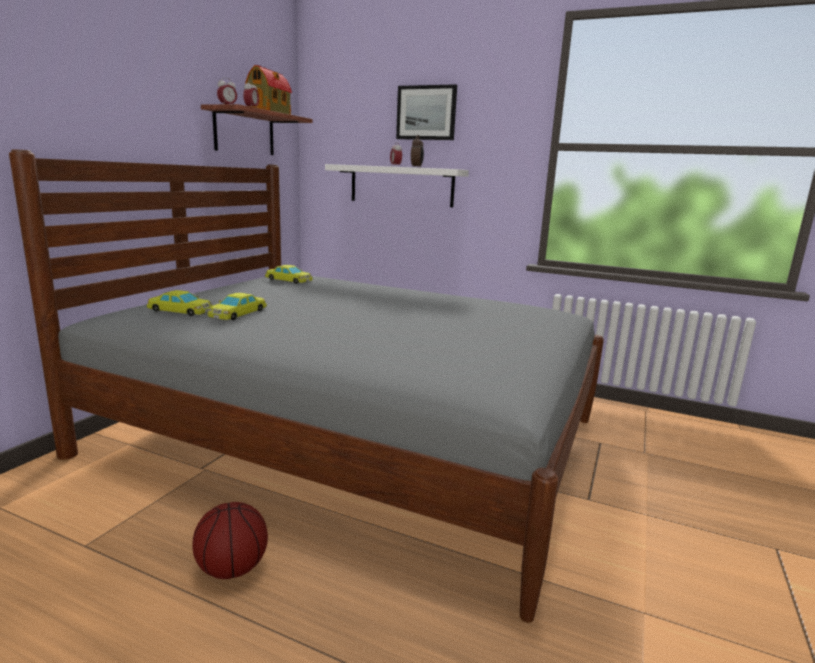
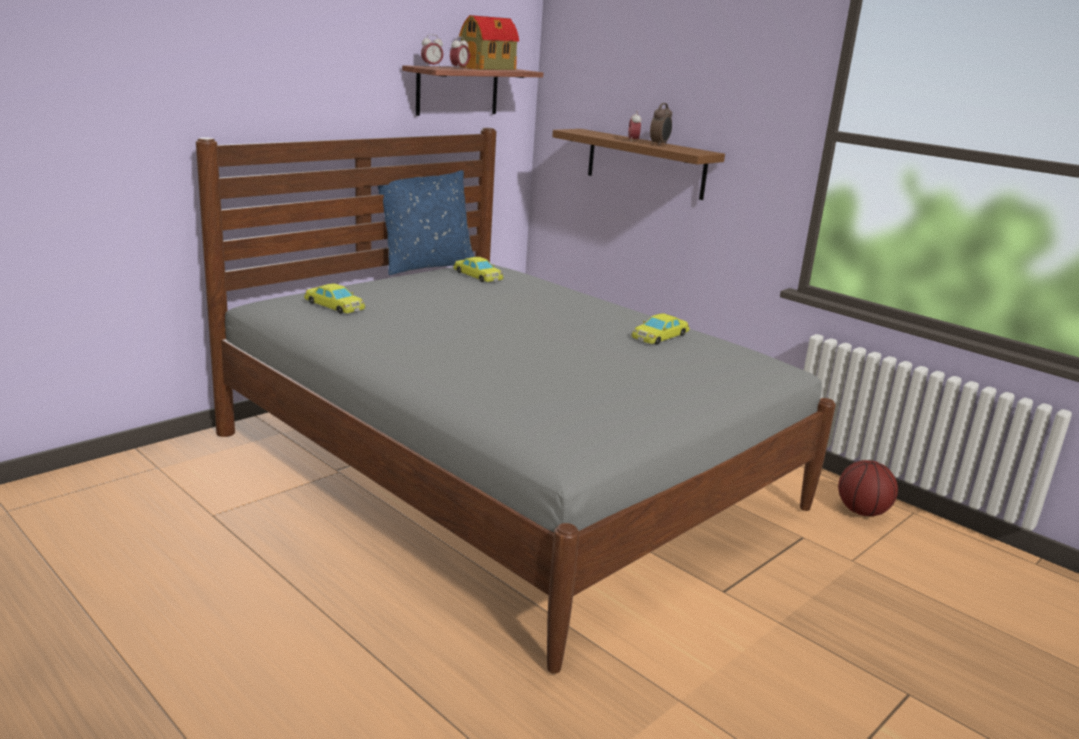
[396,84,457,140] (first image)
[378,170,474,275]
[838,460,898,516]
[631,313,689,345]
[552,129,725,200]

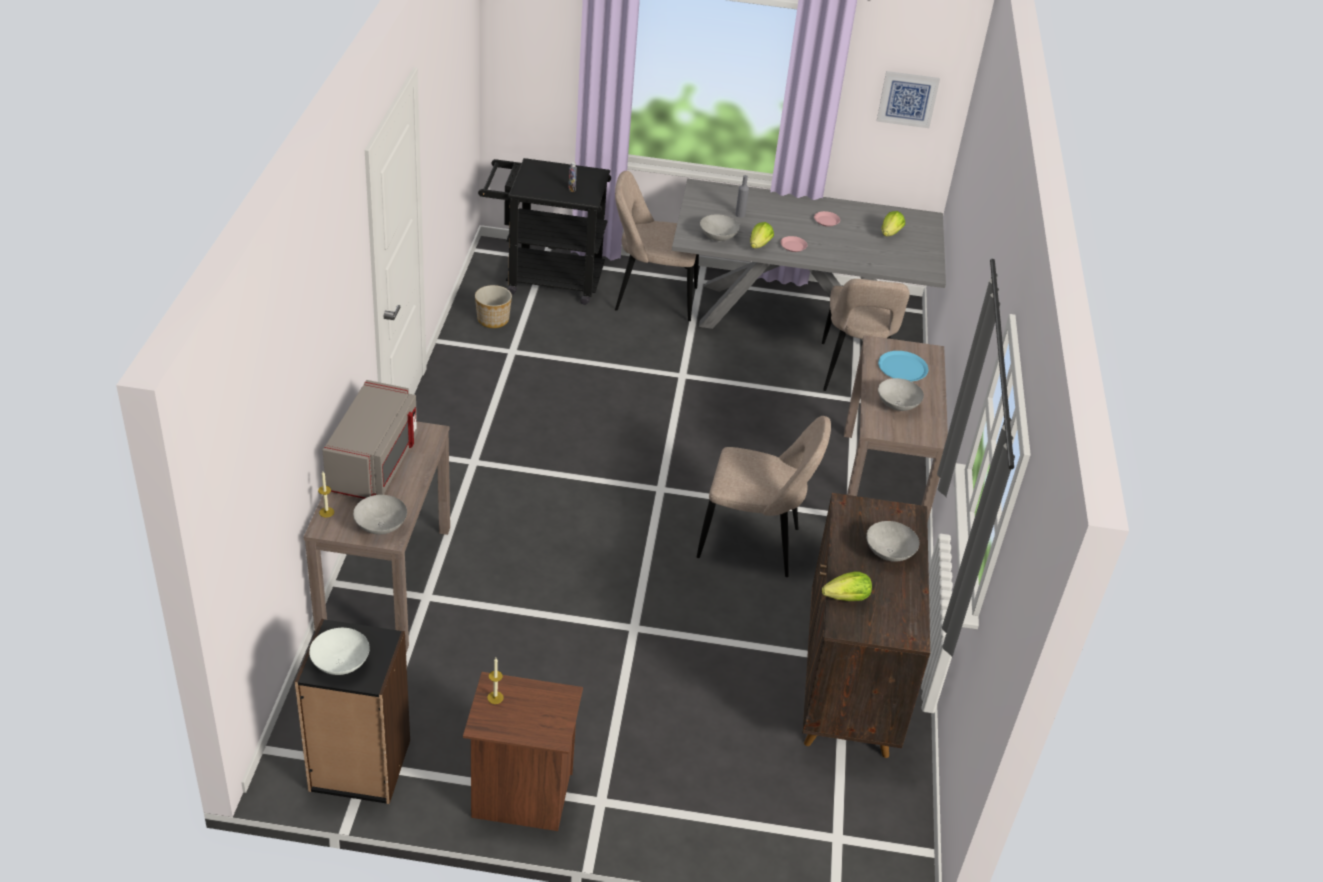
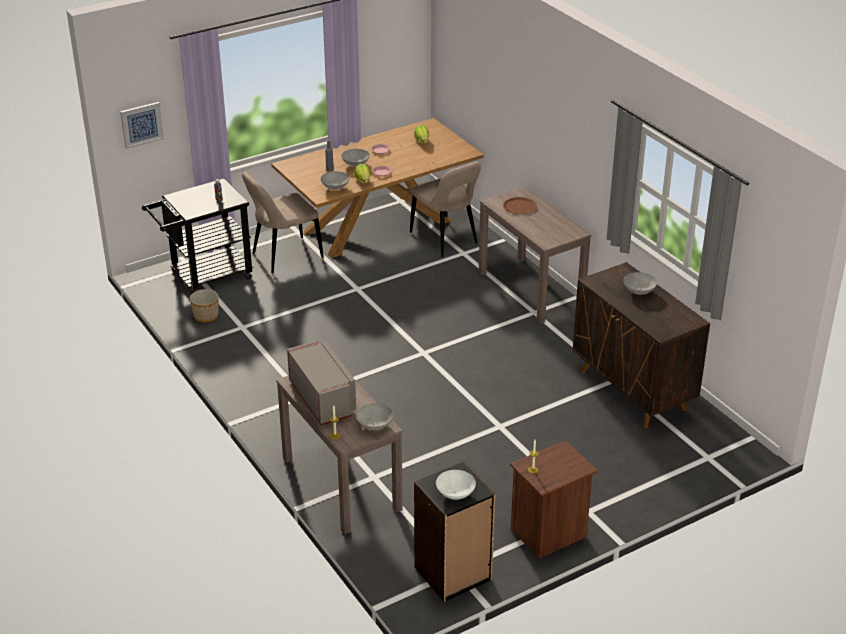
[697,416,831,577] (first image)
[822,571,872,601] (first image)
[120,102,164,149]
[342,149,370,167]
[271,118,484,258]
[503,197,537,214]

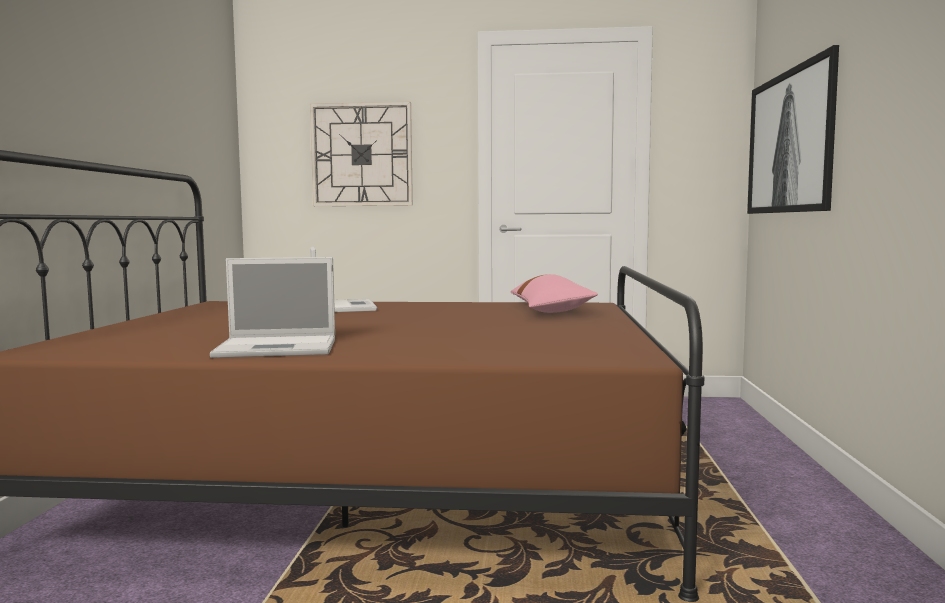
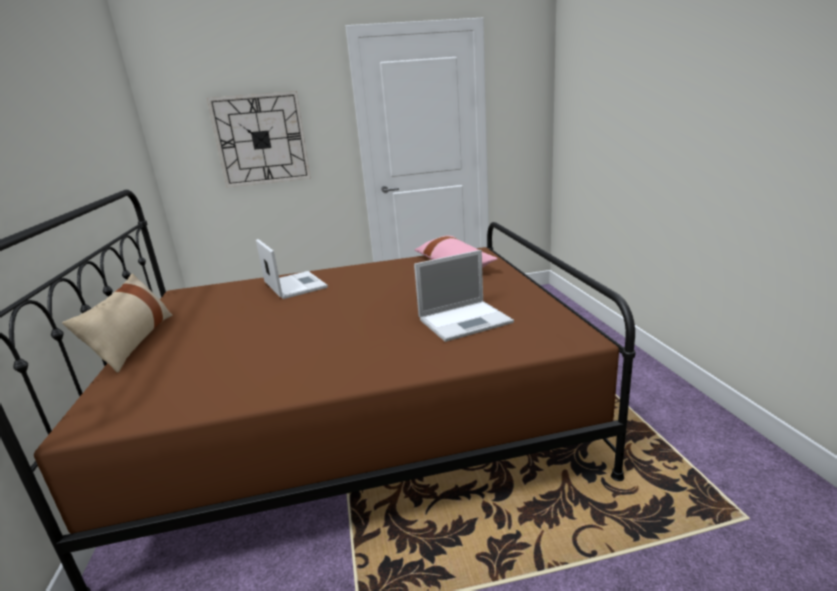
[747,45,839,214] (first image)
[62,274,172,373]
[414,250,514,342]

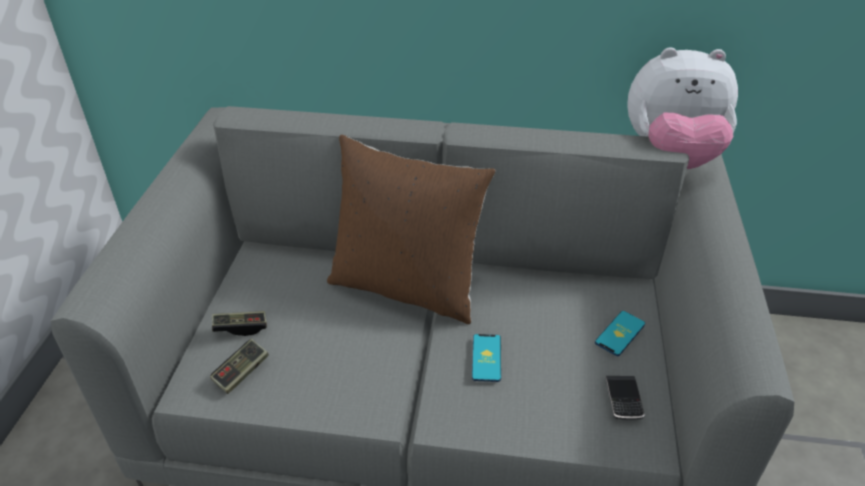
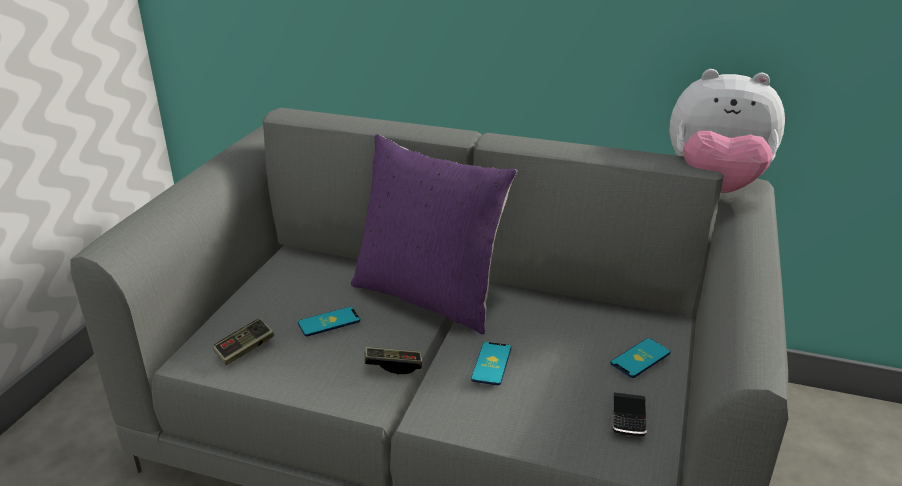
[298,307,360,336]
[364,347,423,374]
[351,134,517,334]

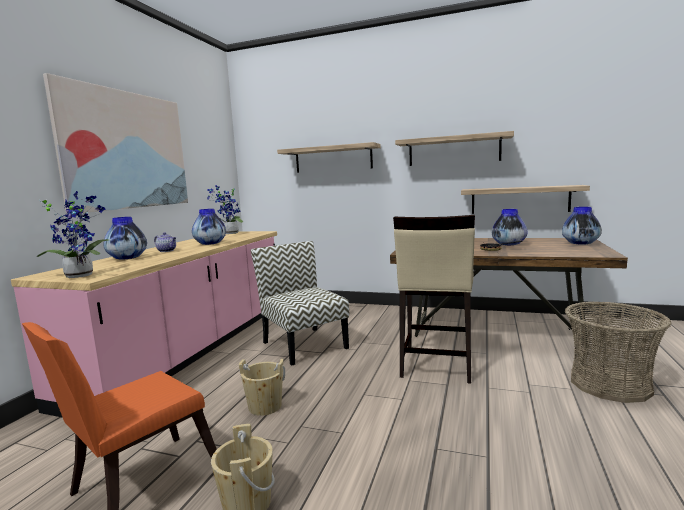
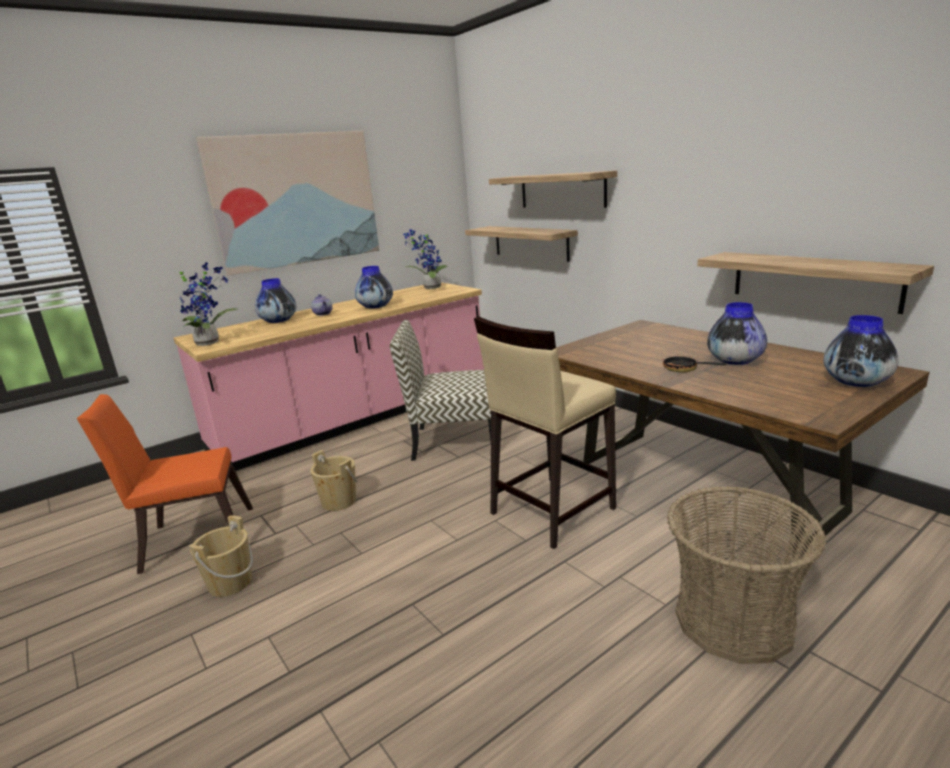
[465,226,578,262]
[390,320,491,461]

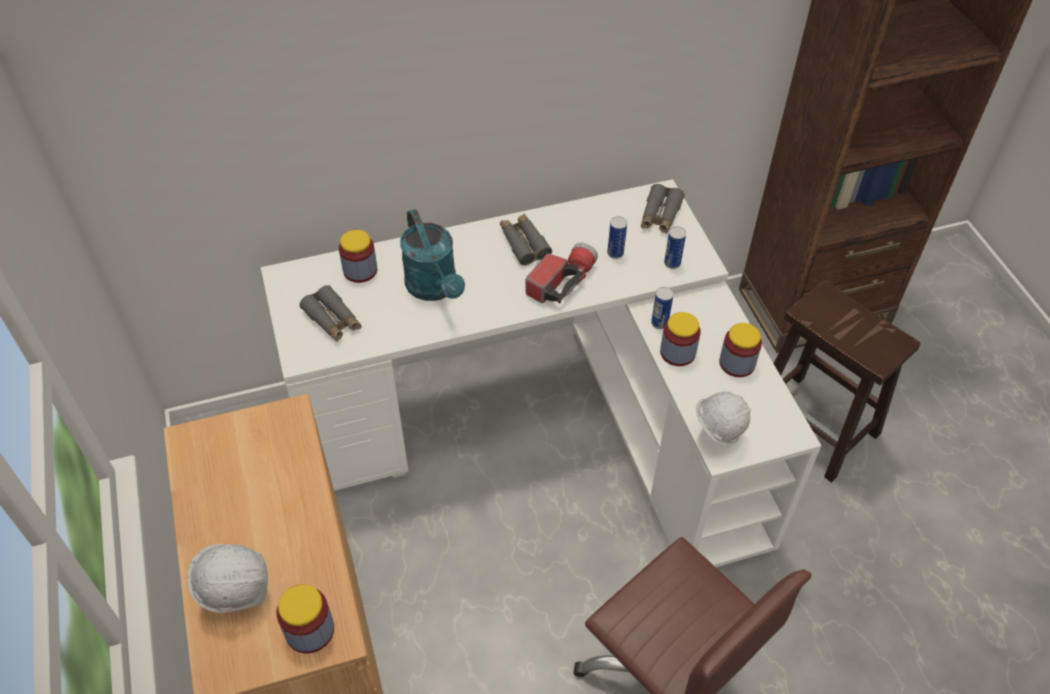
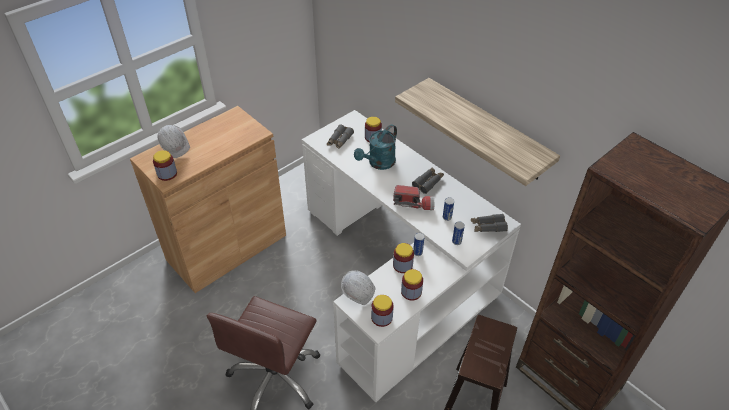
[371,295,394,327]
[395,78,560,186]

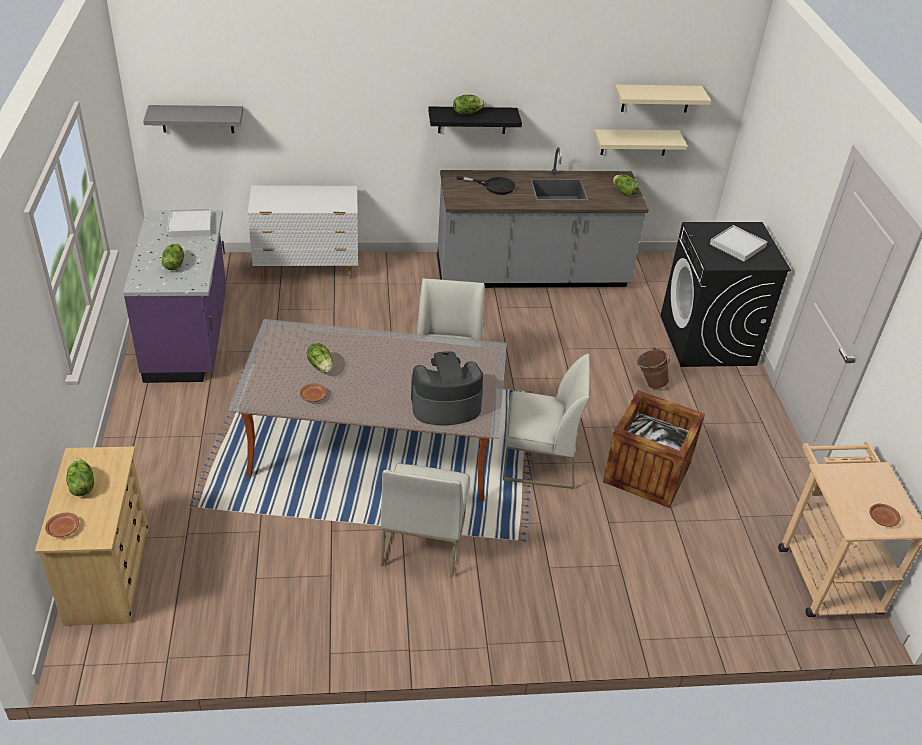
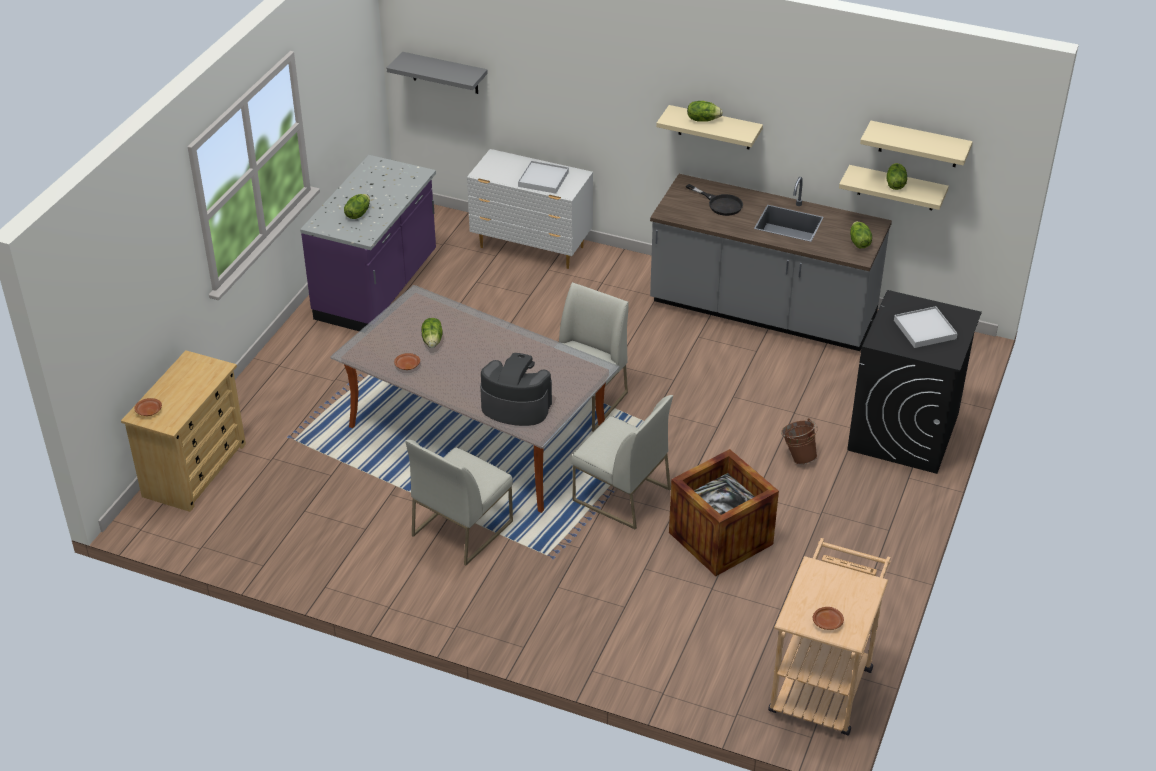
[886,163,907,190]
[518,161,569,194]
[656,105,763,149]

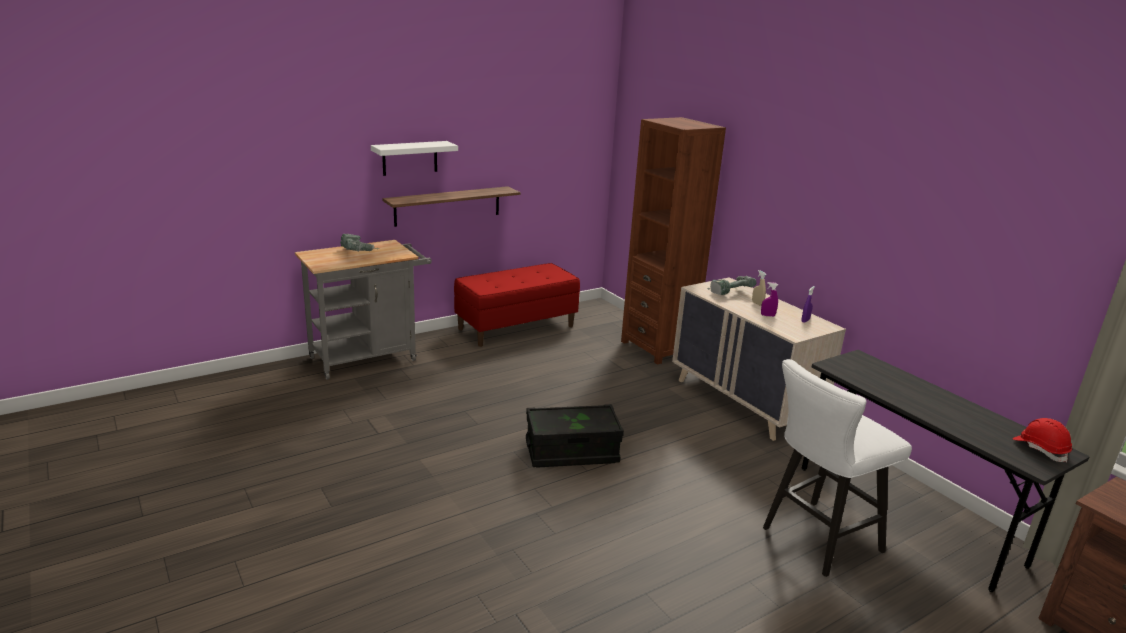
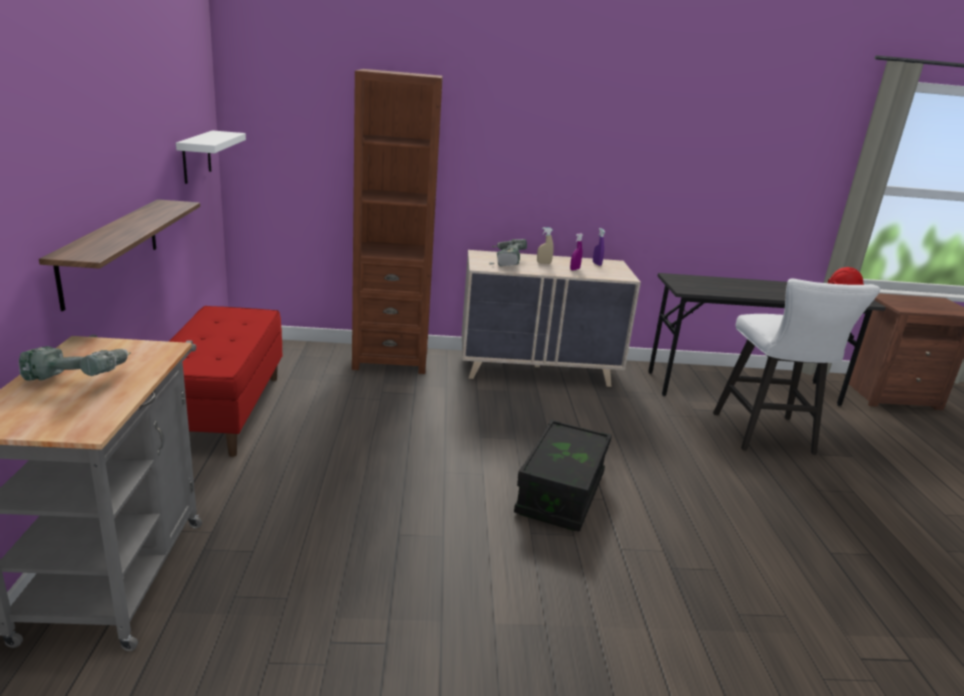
[176,130,246,184]

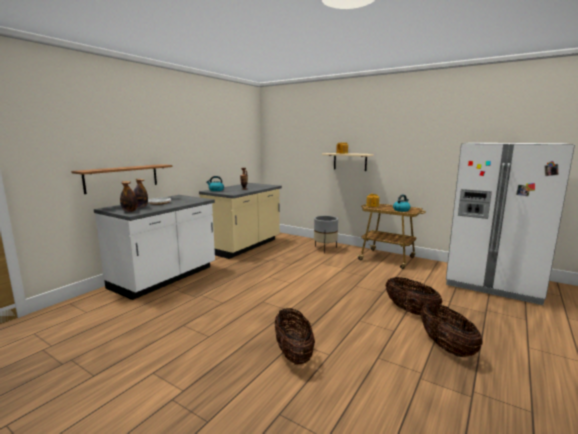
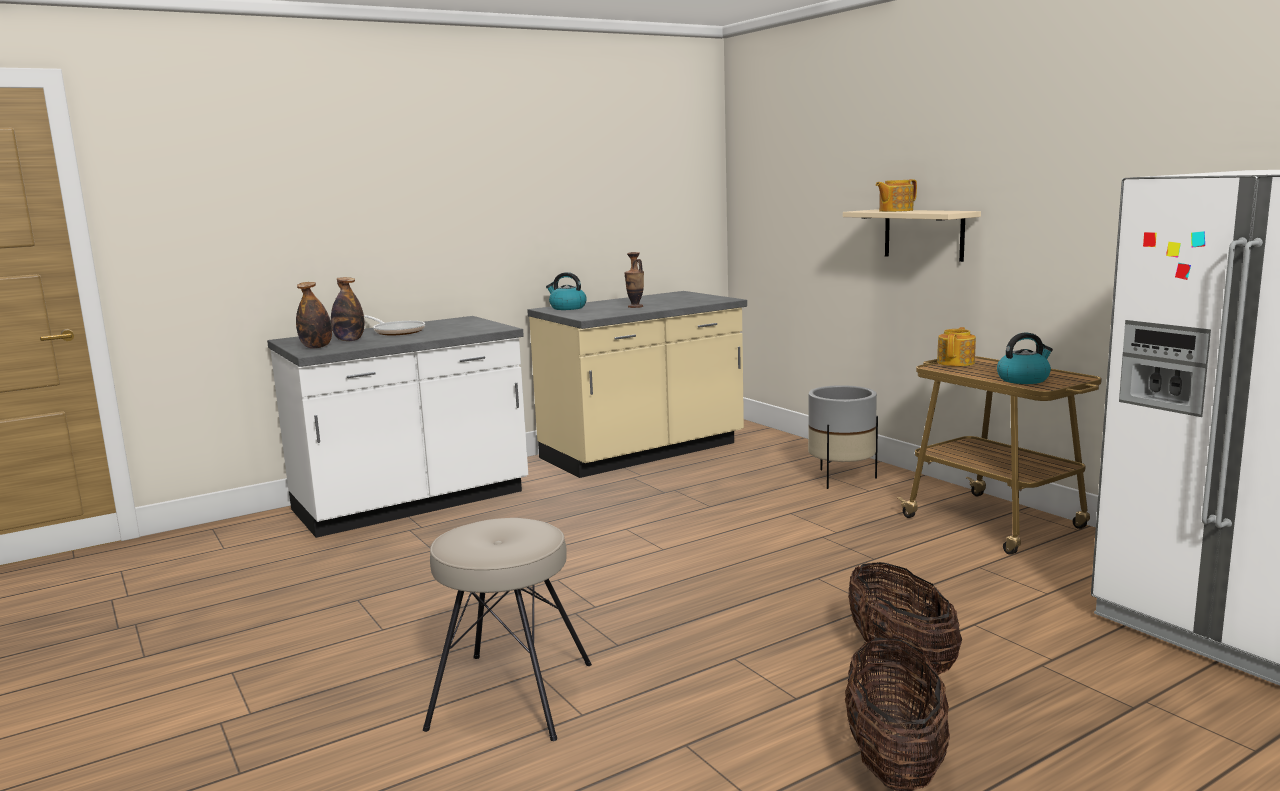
[71,164,173,194] (first image)
[423,518,592,741]

